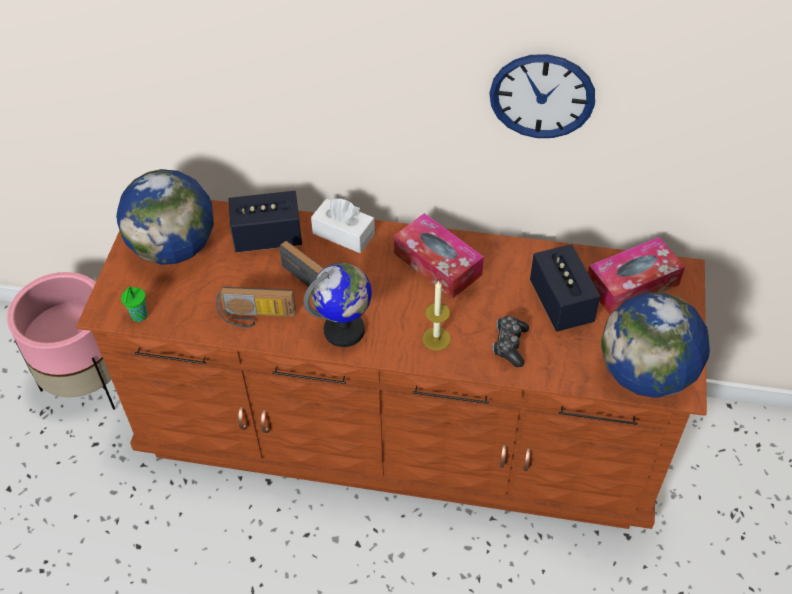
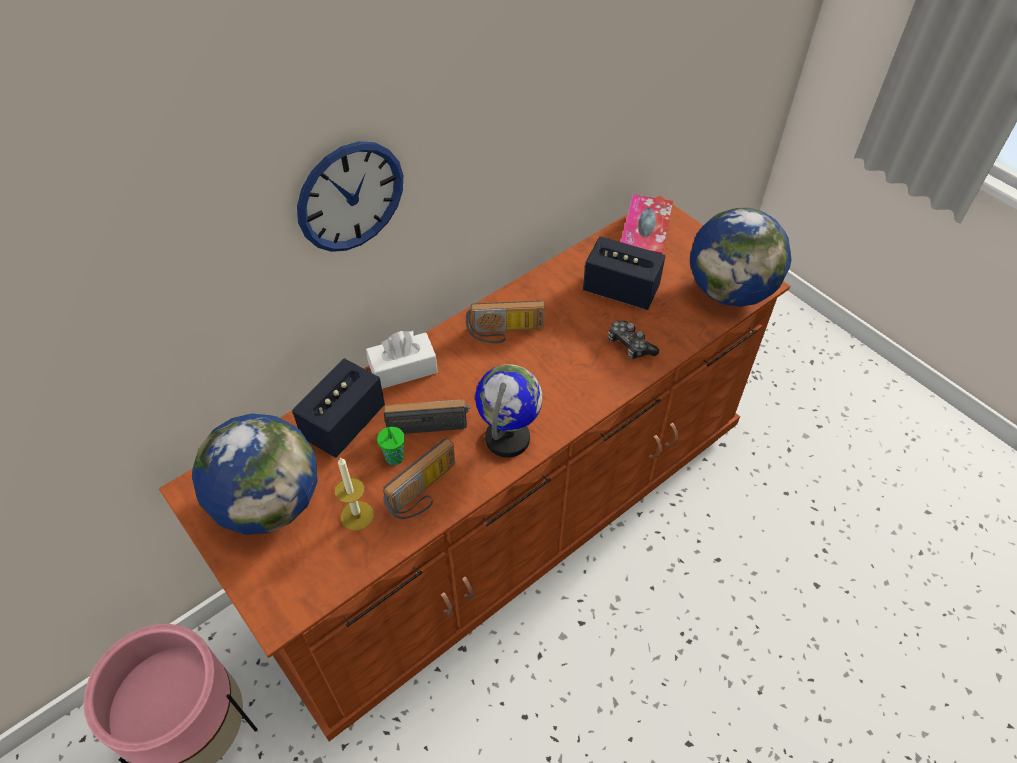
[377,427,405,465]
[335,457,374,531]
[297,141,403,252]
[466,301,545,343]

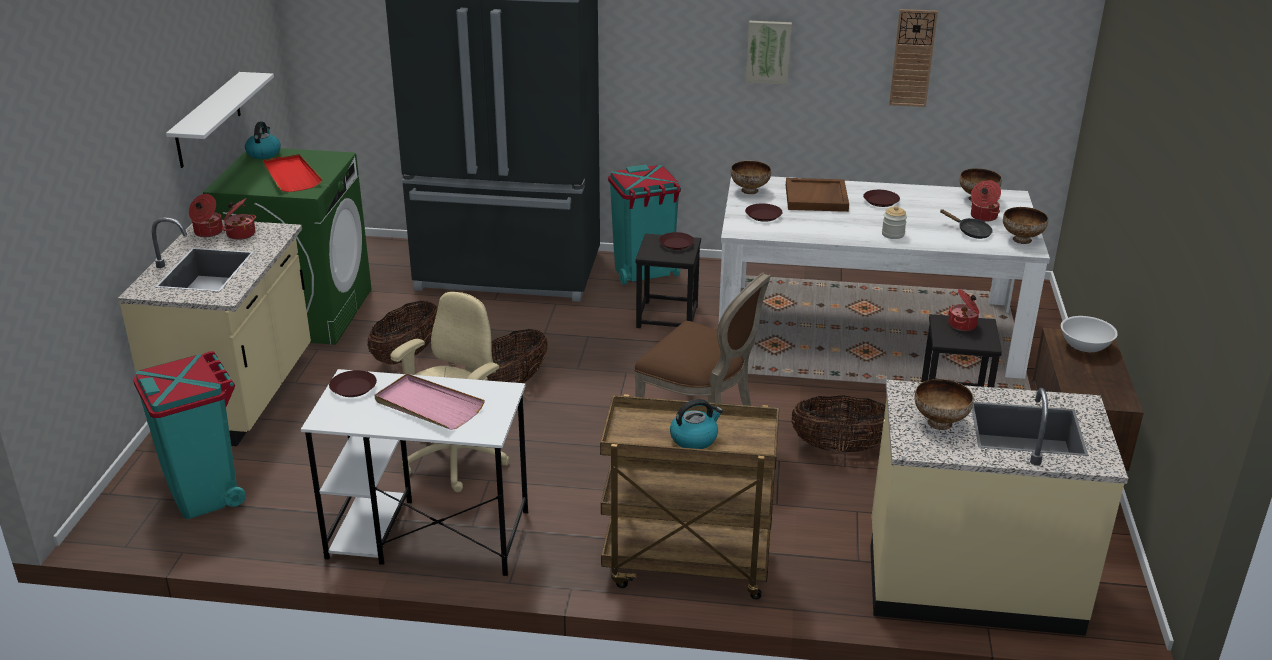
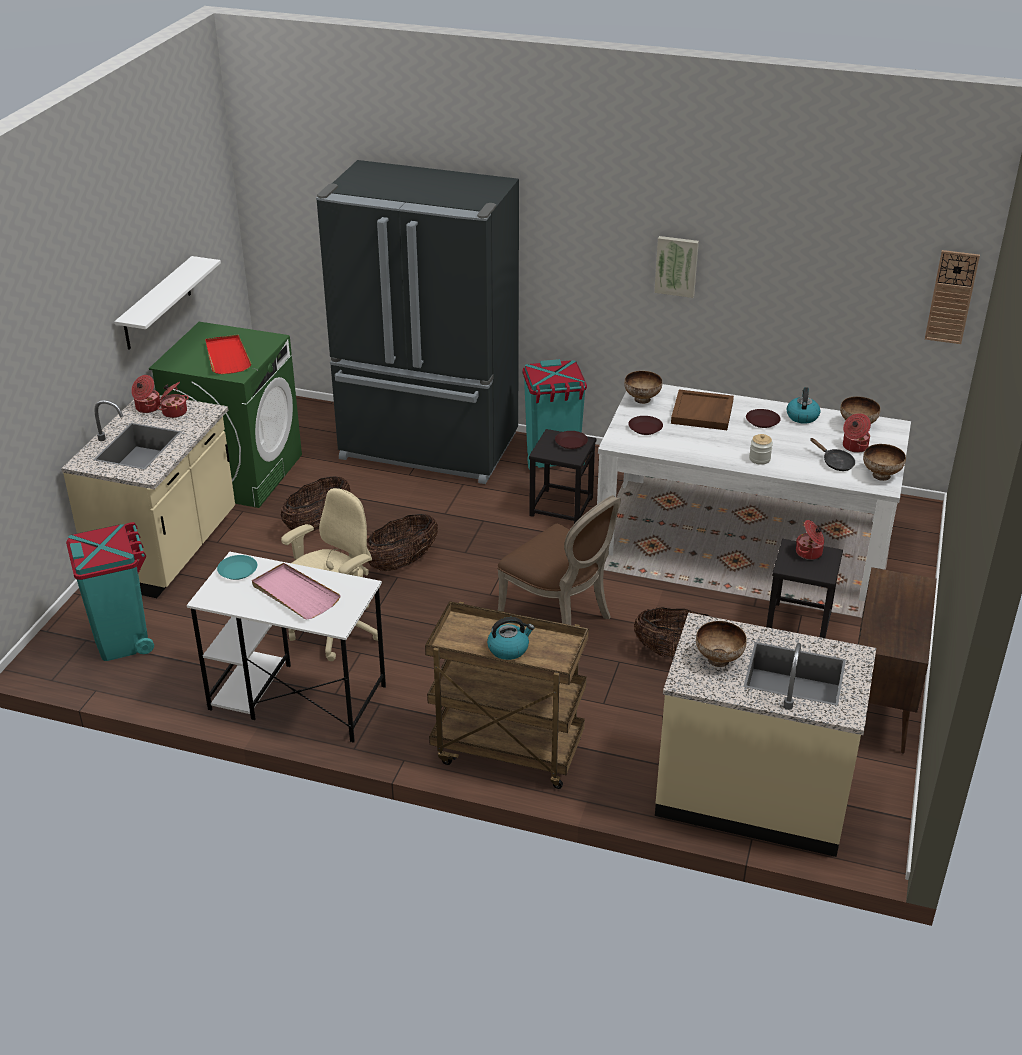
[1061,316,1118,352] (first image)
[787,387,820,424]
[925,250,980,344]
[217,555,257,580]

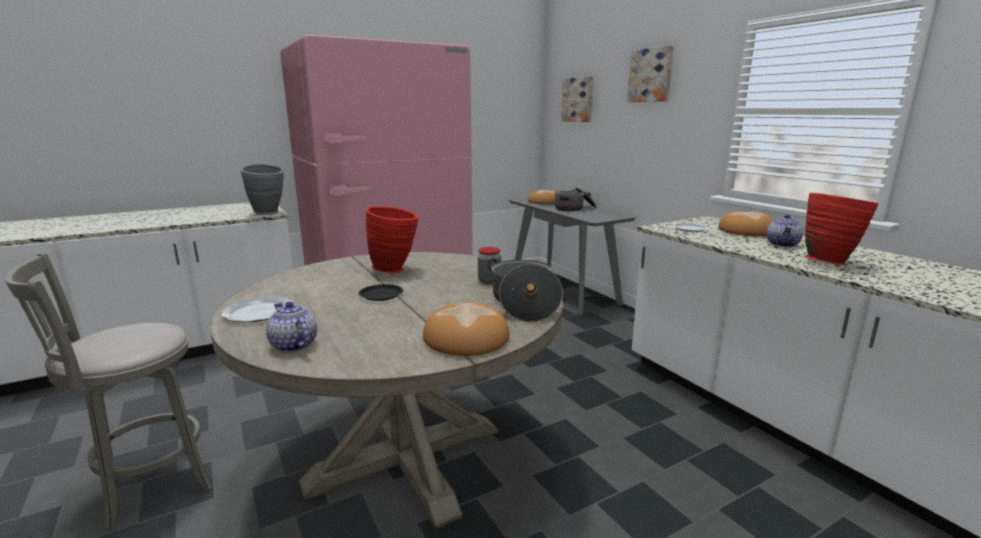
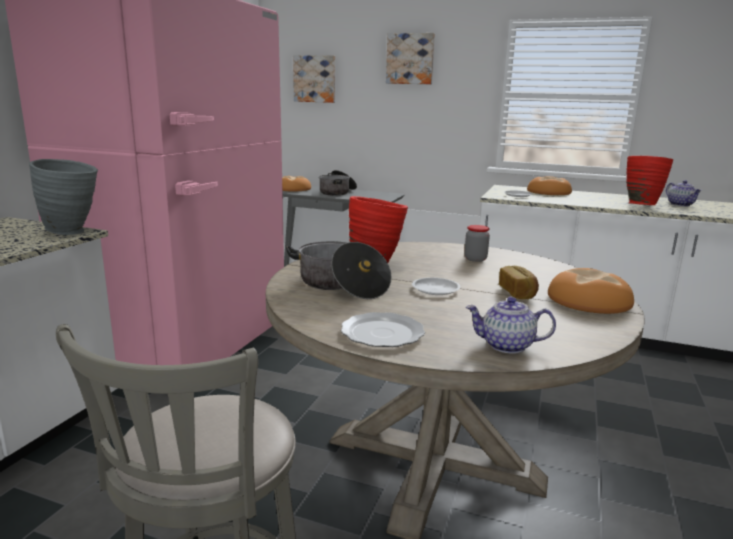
[499,266,539,299]
[286,241,392,299]
[666,180,702,206]
[412,277,460,295]

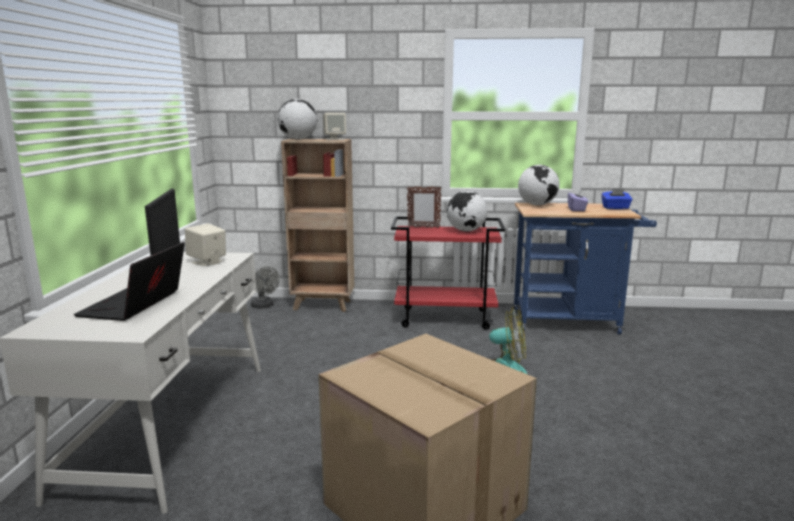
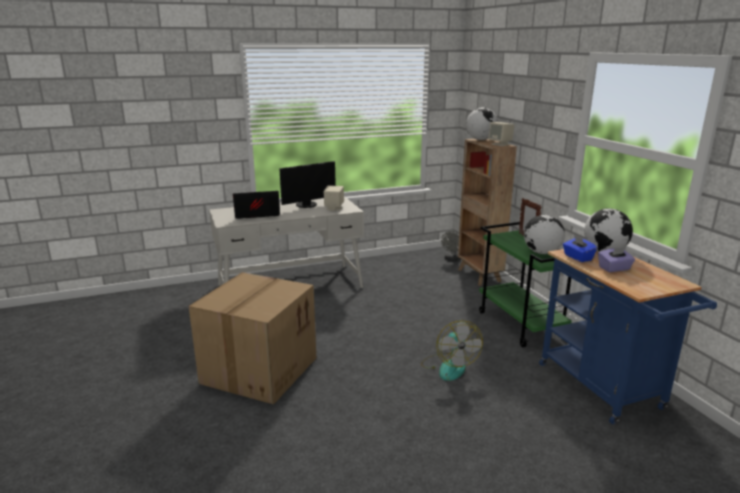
[563,235,597,262]
[479,222,572,347]

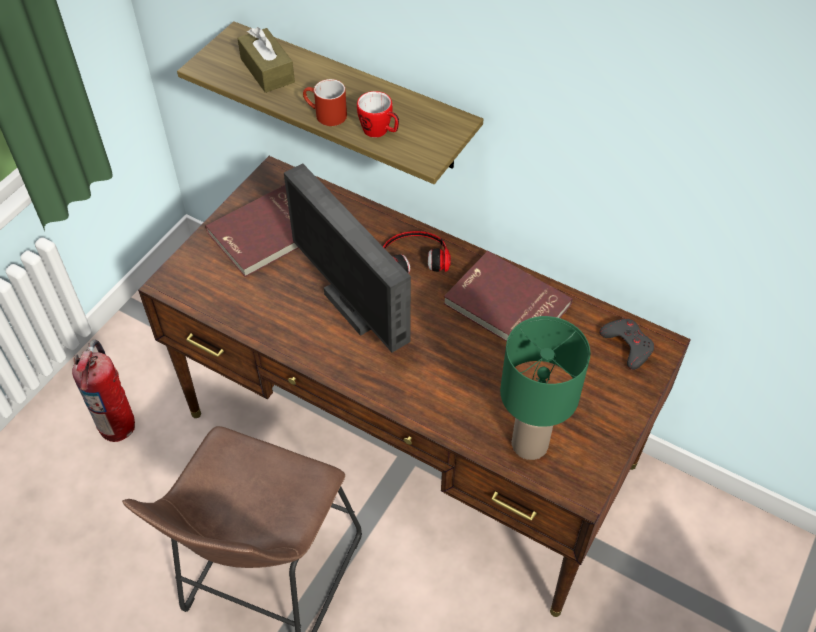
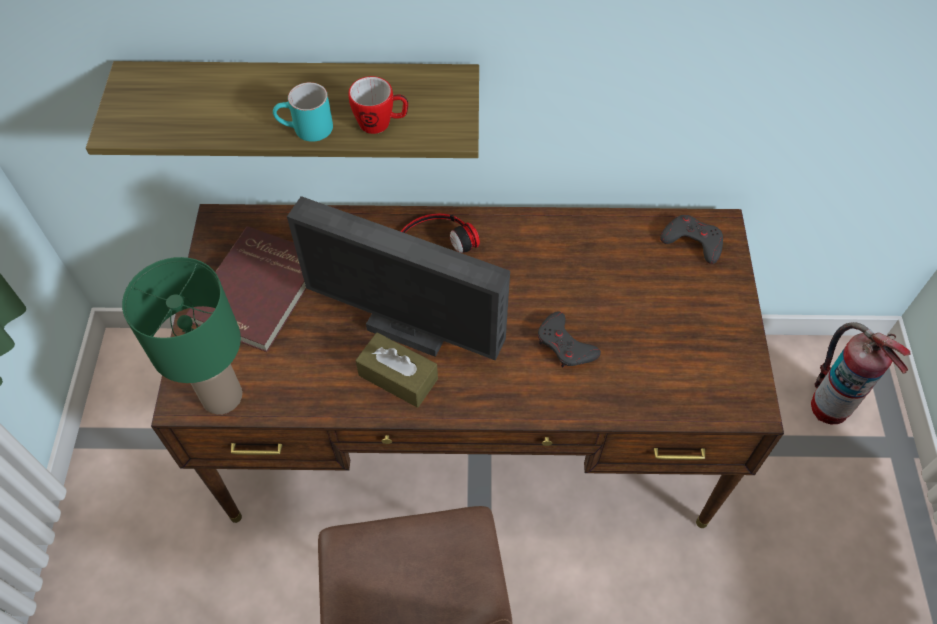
[444,251,573,342] (first image)
[538,311,601,367]
[811,322,911,424]
[356,332,438,408]
[122,257,242,414]
[273,82,333,142]

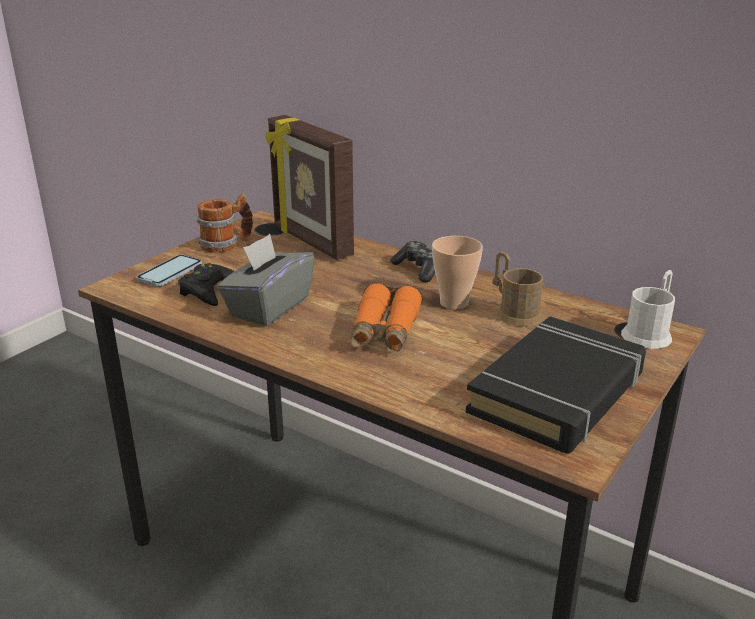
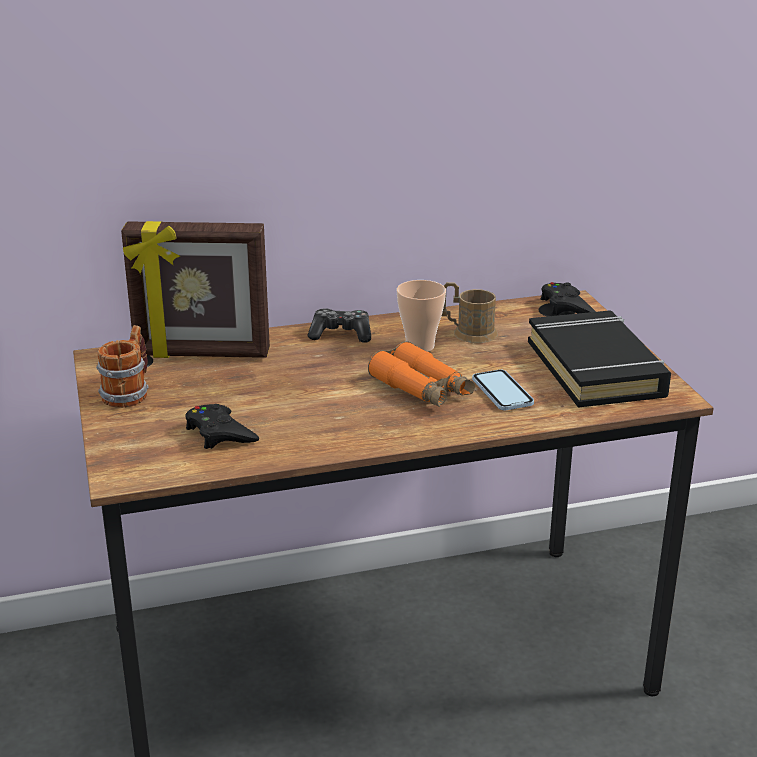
[217,234,315,326] (first image)
[472,369,534,410]
[541,282,596,315]

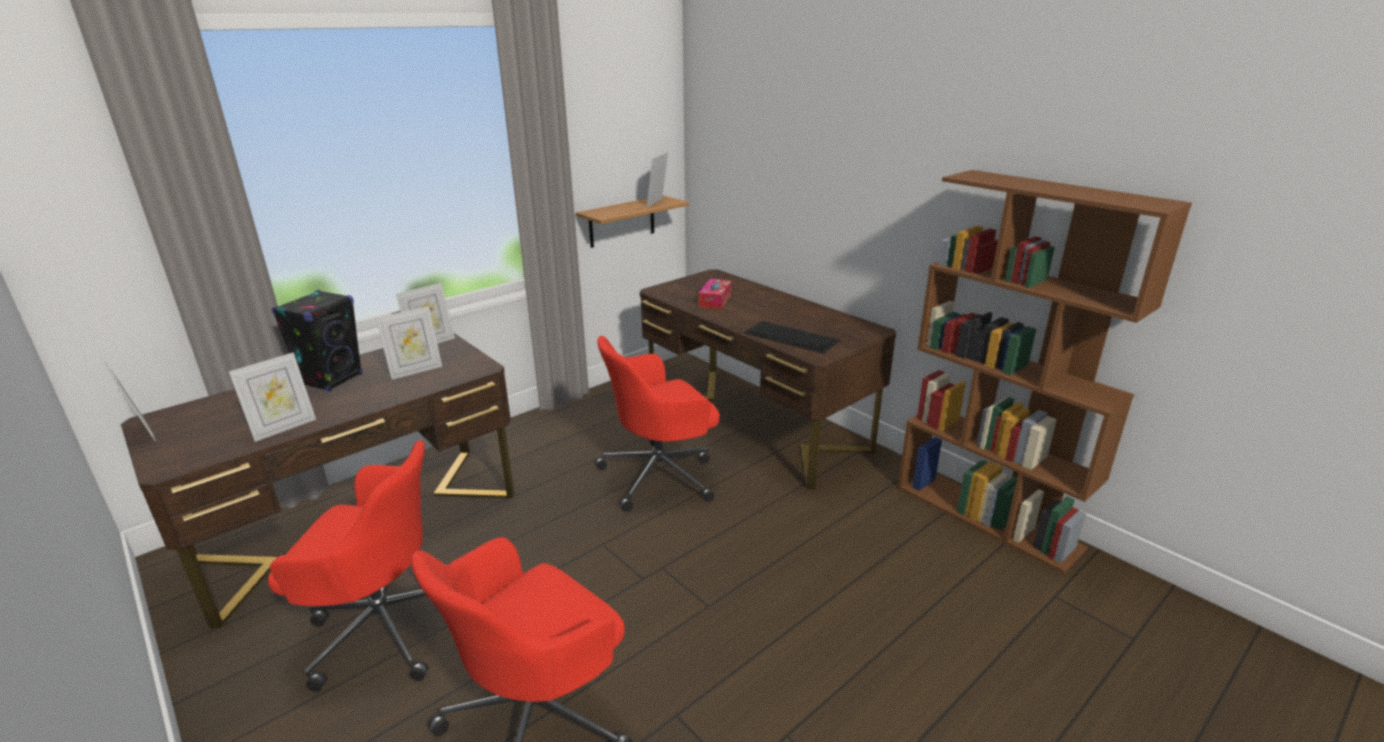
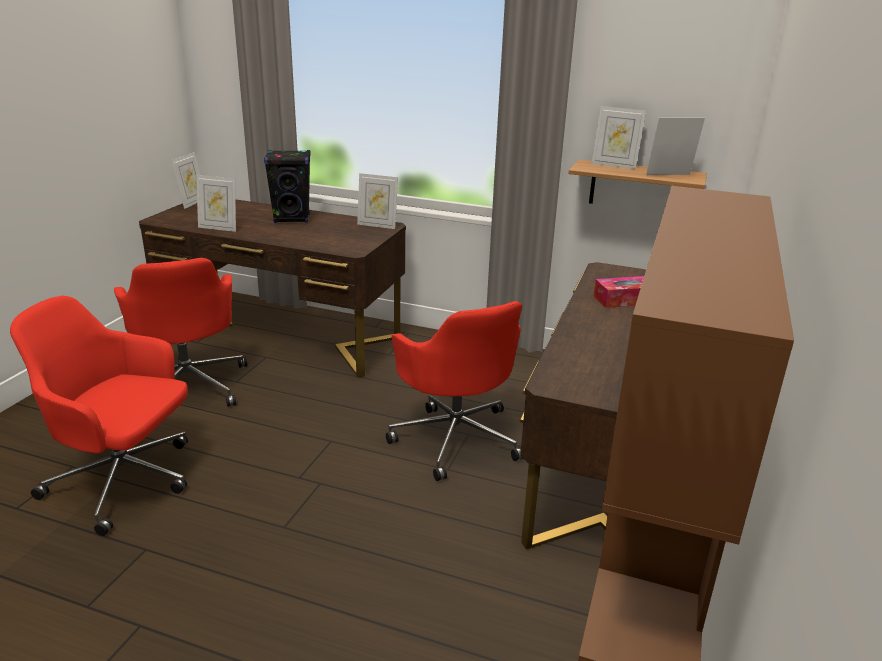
[744,321,840,354] (first image)
[591,106,646,170]
[386,301,523,481]

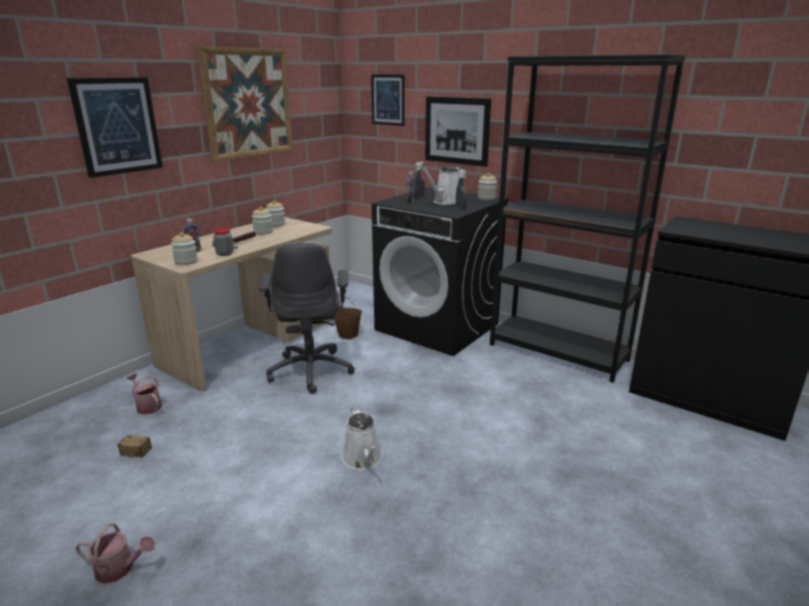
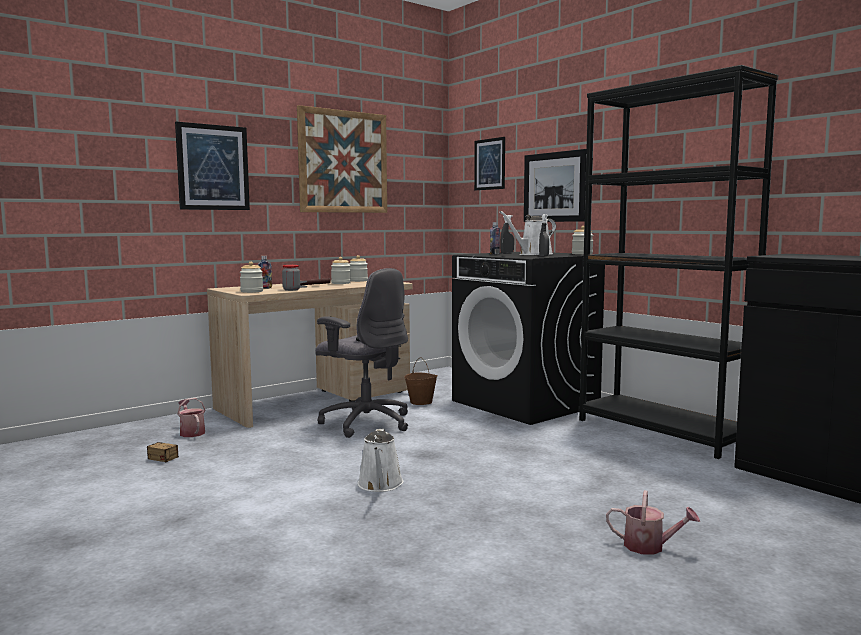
[606,490,700,555]
[315,268,408,438]

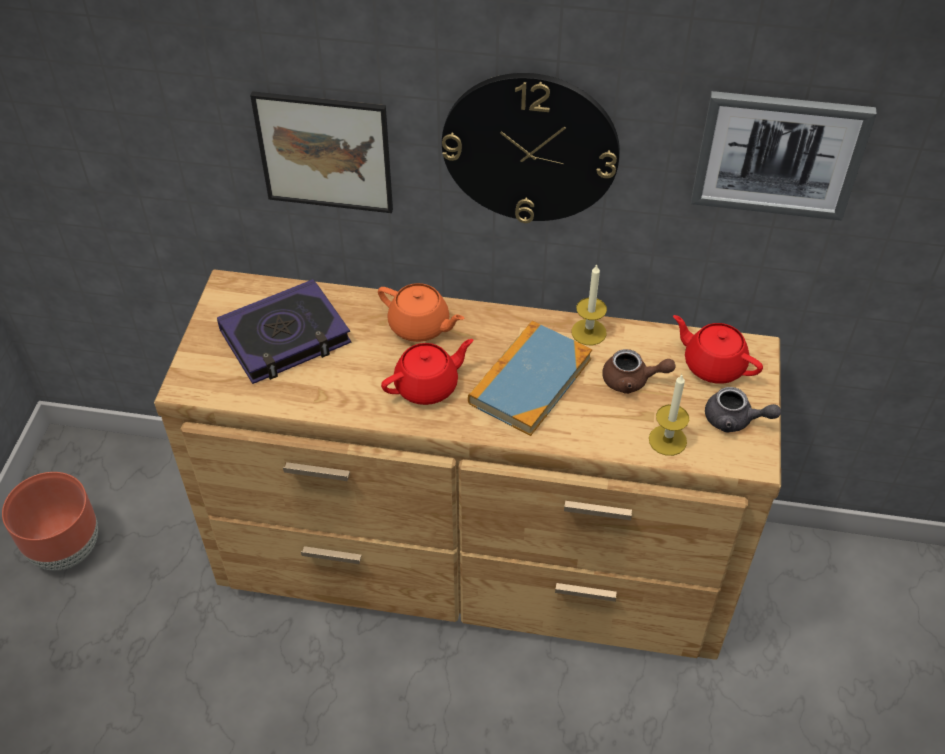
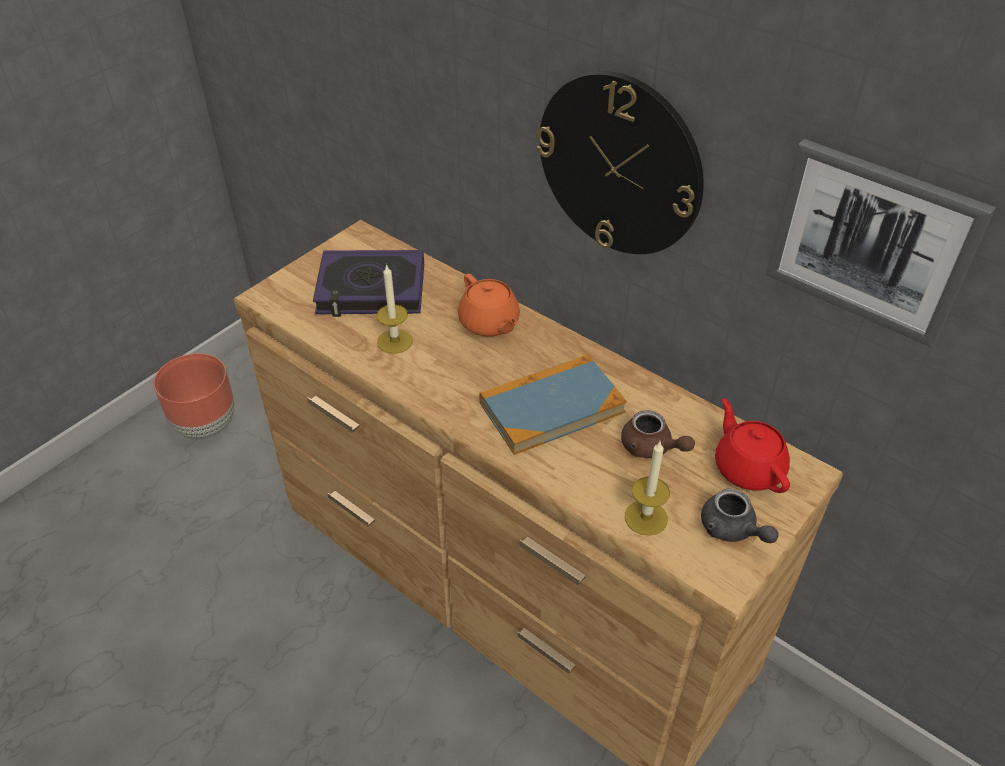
[250,91,393,213] (first image)
[381,339,474,405] (first image)
[376,264,413,354]

